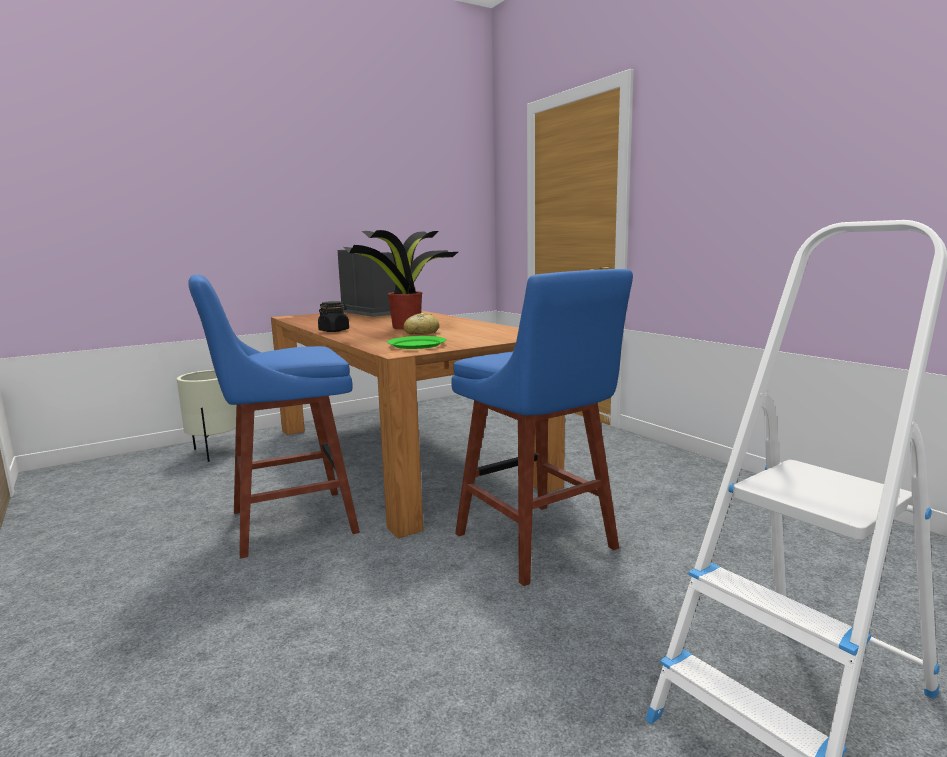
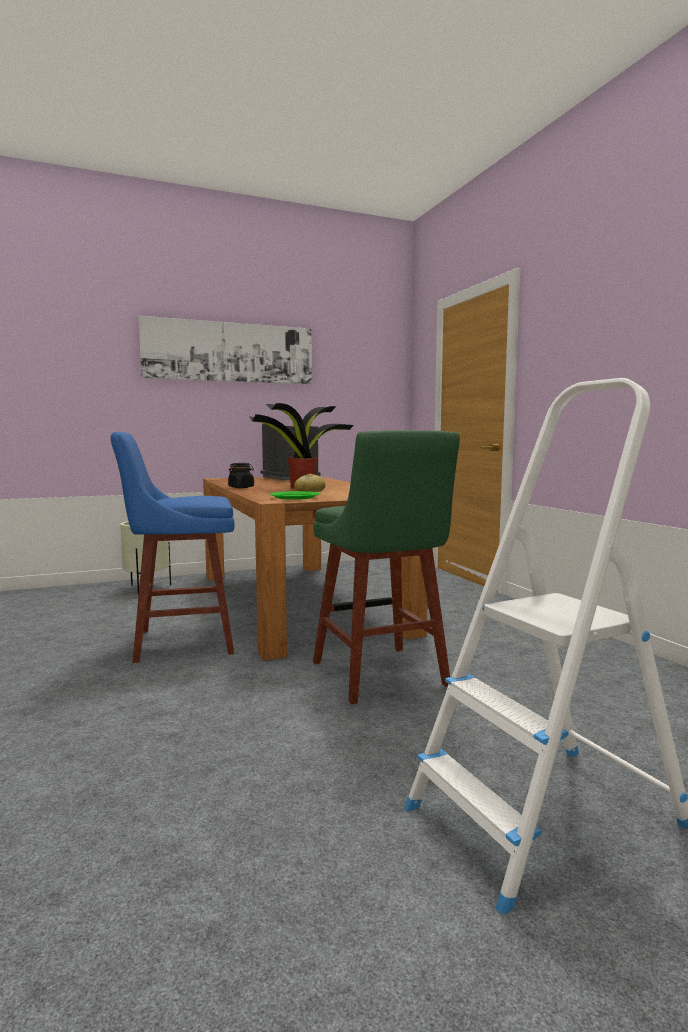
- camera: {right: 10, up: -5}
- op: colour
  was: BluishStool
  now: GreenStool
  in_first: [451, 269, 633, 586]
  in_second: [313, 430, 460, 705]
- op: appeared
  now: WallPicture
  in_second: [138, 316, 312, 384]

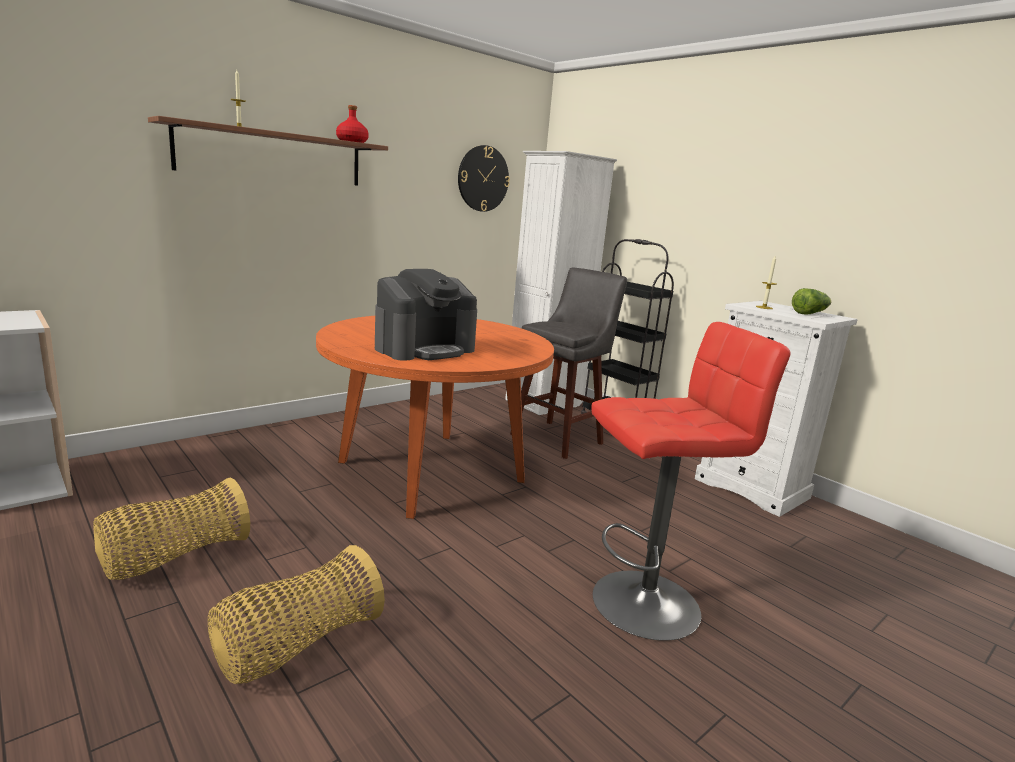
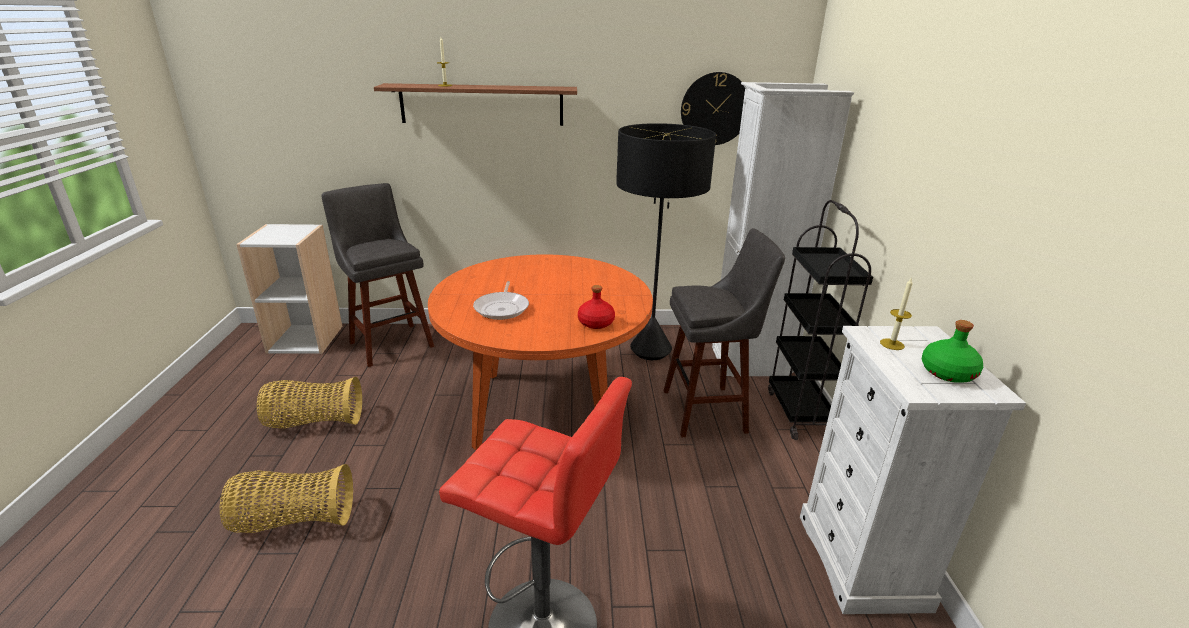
- camera: {right: 40, up: 10}
- op: relocated
  was: RedColouredBottle
  in_first: [336, 105, 369, 143]
  in_second: [578, 285, 615, 329]
- op: exchanged
  was: CoffeeBrewer
  now: Skillet
  in_first: [375, 269, 477, 361]
  in_second: [473, 281, 529, 320]
- op: exchanged
  was: Lettuce
  now: GreenBottle
  in_first: [792, 288, 832, 315]
  in_second: [922, 320, 983, 383]
- op: appeared
  now: GrayStool
  in_second: [322, 183, 434, 367]
- op: appeared
  now: BlackishFloorLamp
  in_second: [616, 123, 716, 360]

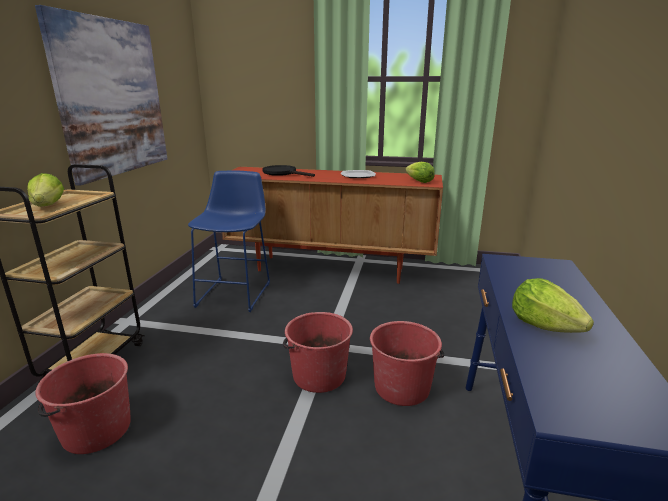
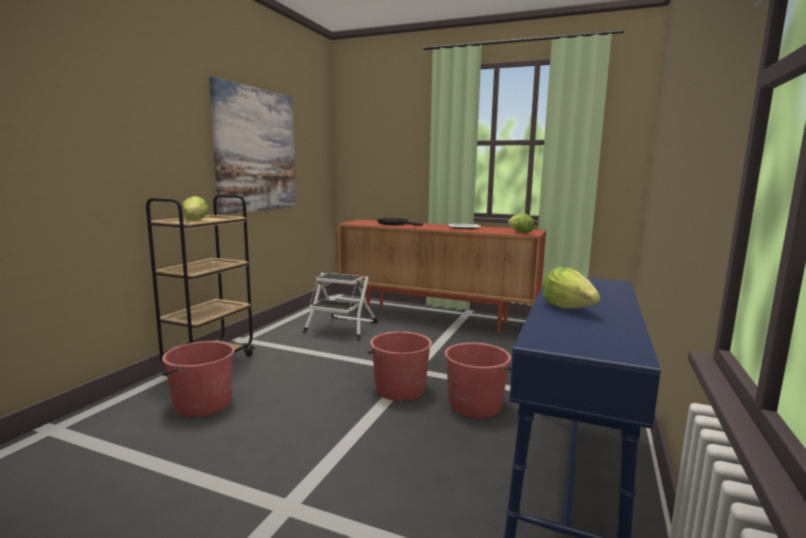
- camera: {right: 10, up: -10}
- op: exchanged
  was: BluishStool
  now: StepStool
  in_first: [188, 171, 270, 312]
  in_second: [302, 271, 378, 341]

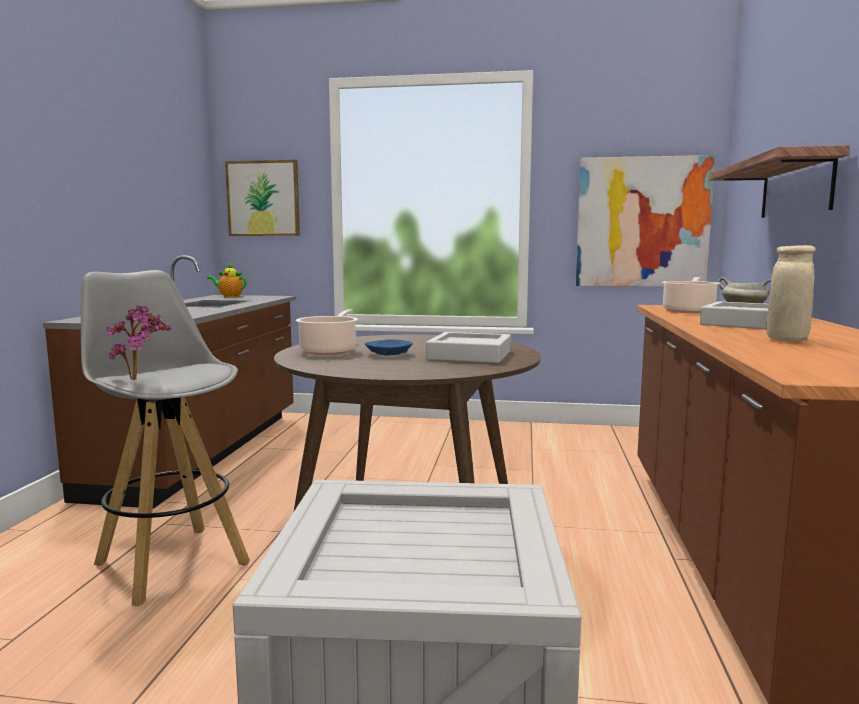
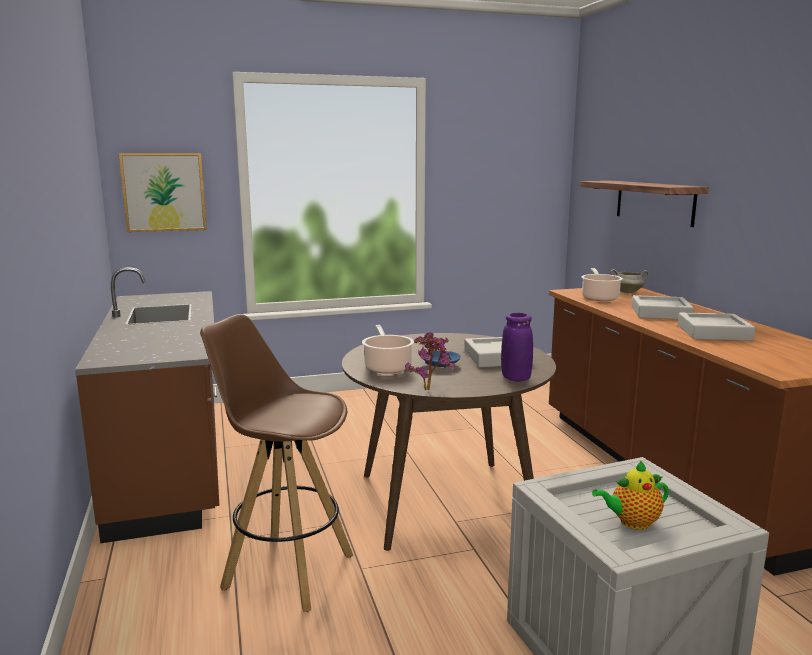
- camera: {right: -25, up: 5}
- op: colour
  was: GrayStool
  now: BrownColouredStool
  in_first: [81, 270, 250, 606]
  in_second: [200, 314, 353, 612]
- op: relocated
  was: PlantInAPot
  in_first: [106, 306, 171, 379]
  in_second: [404, 332, 455, 390]
- op: relocated
  was: PotForTea
  in_first: [207, 263, 246, 298]
  in_second: [592, 461, 669, 530]
- op: missing
  was: WallPicture
  in_first: [576, 155, 716, 287]
- op: exchanged
  was: BeigeColouredFlowerVase
  now: GrayCarryingTray
  in_first: [766, 245, 816, 341]
  in_second: [678, 312, 755, 341]
- op: appeared
  now: PurplishFlowerVase
  in_second: [501, 313, 533, 381]

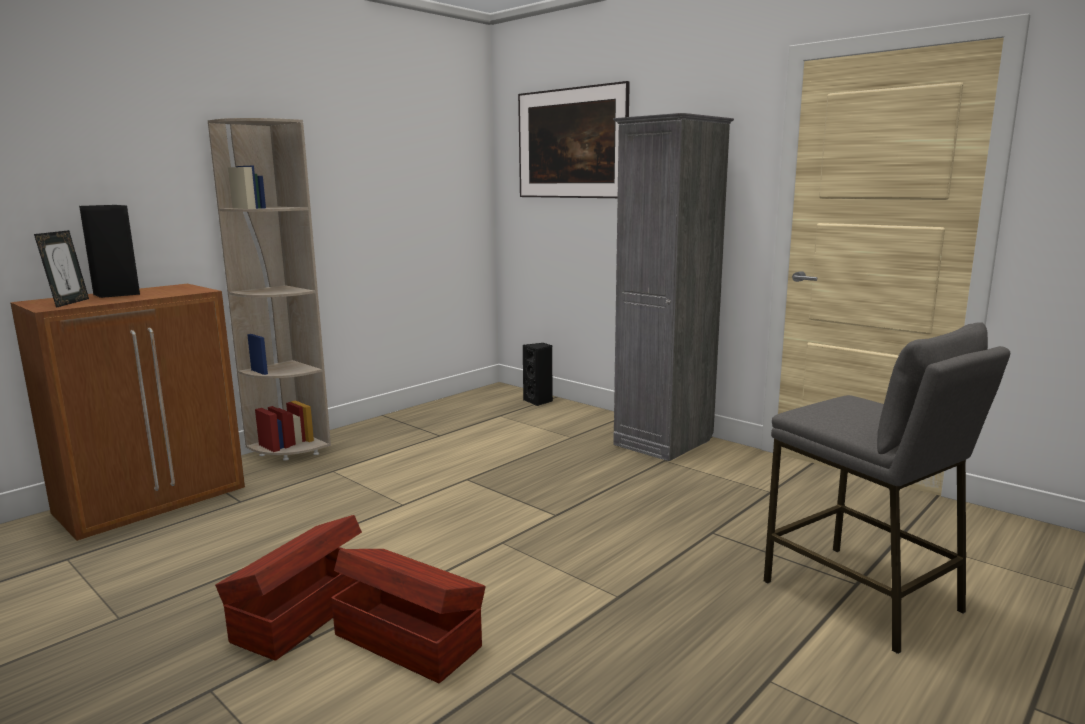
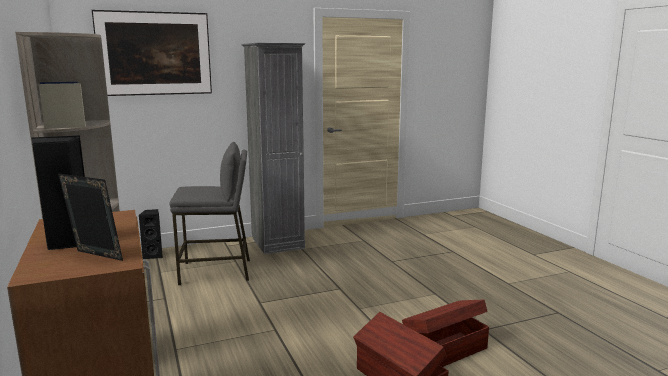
- camera: {right: -65, up: 0}
- op: relocated
  was: GrayStool
  in_first: [764, 322, 1010, 654]
  in_second: [169, 142, 250, 285]

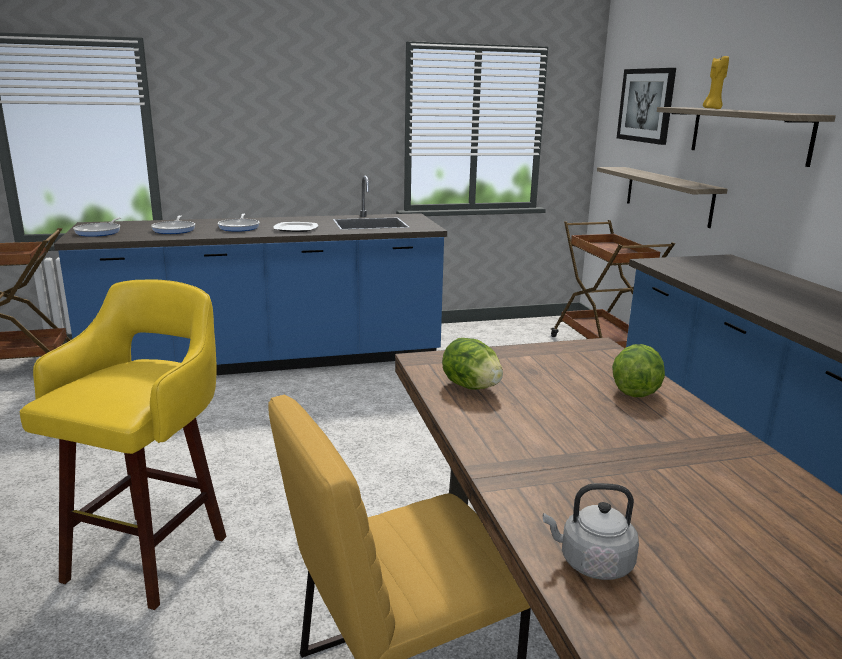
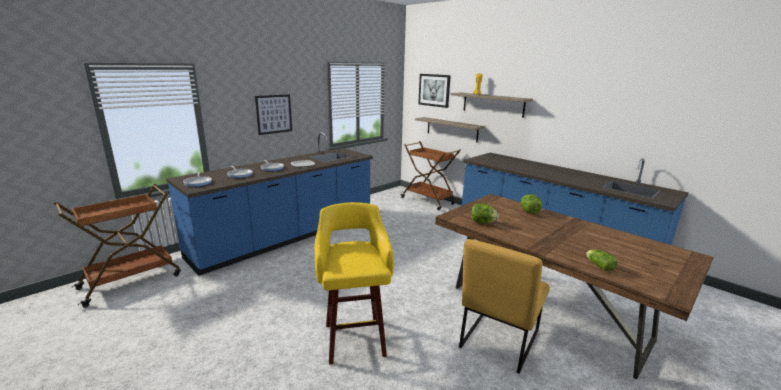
- camera: {right: -30, up: 0}
- op: exchanged
  was: GrayWaterKettle
  now: Lettuce
  in_first: [543, 483, 639, 580]
  in_second: [586, 250, 617, 271]
- op: appeared
  now: WallPicture
  in_second: [255, 94, 292, 135]

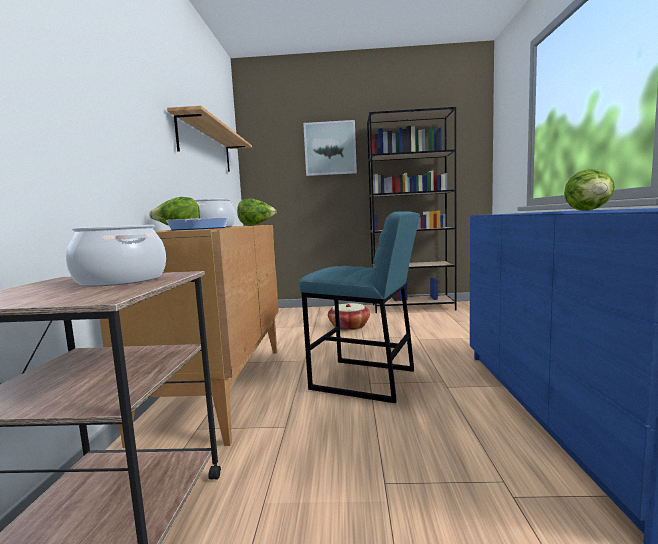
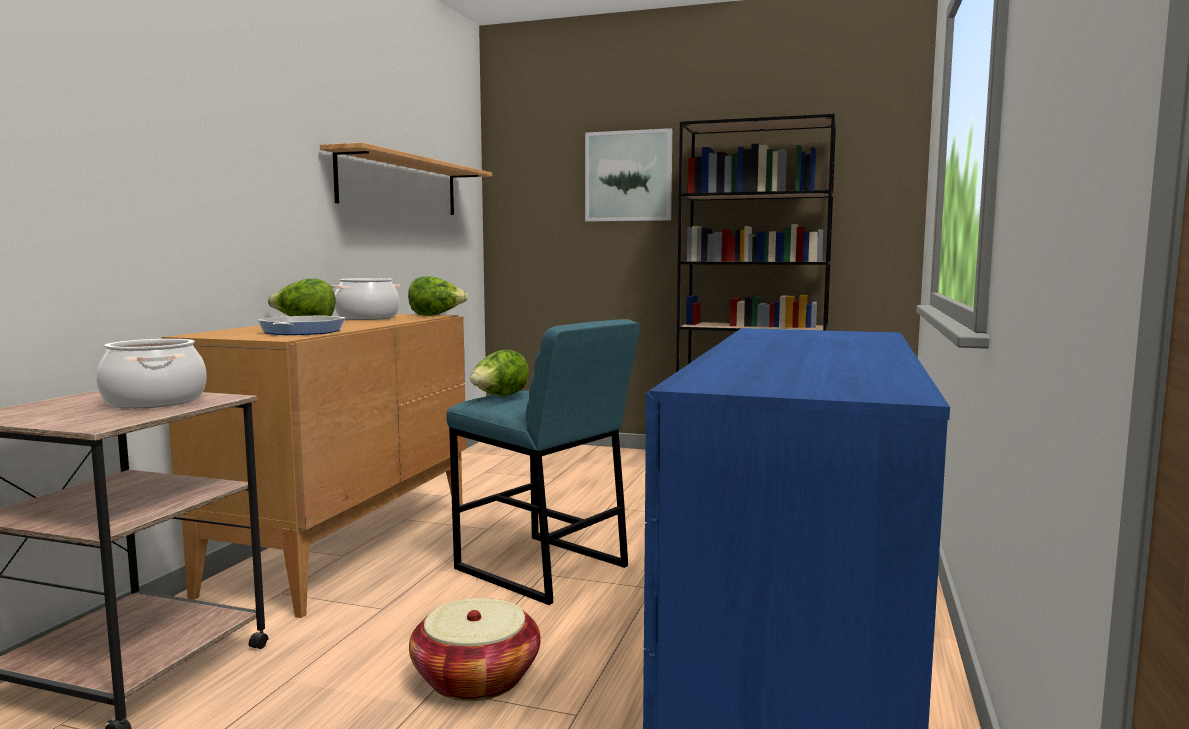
- camera: {right: 15, up: 0}
- op: relocated
  was: Basket
  in_first: [328, 303, 370, 331]
  in_second: [409, 598, 541, 701]
- op: relocated
  was: Lettuce
  in_first: [564, 169, 615, 211]
  in_second: [470, 350, 529, 396]

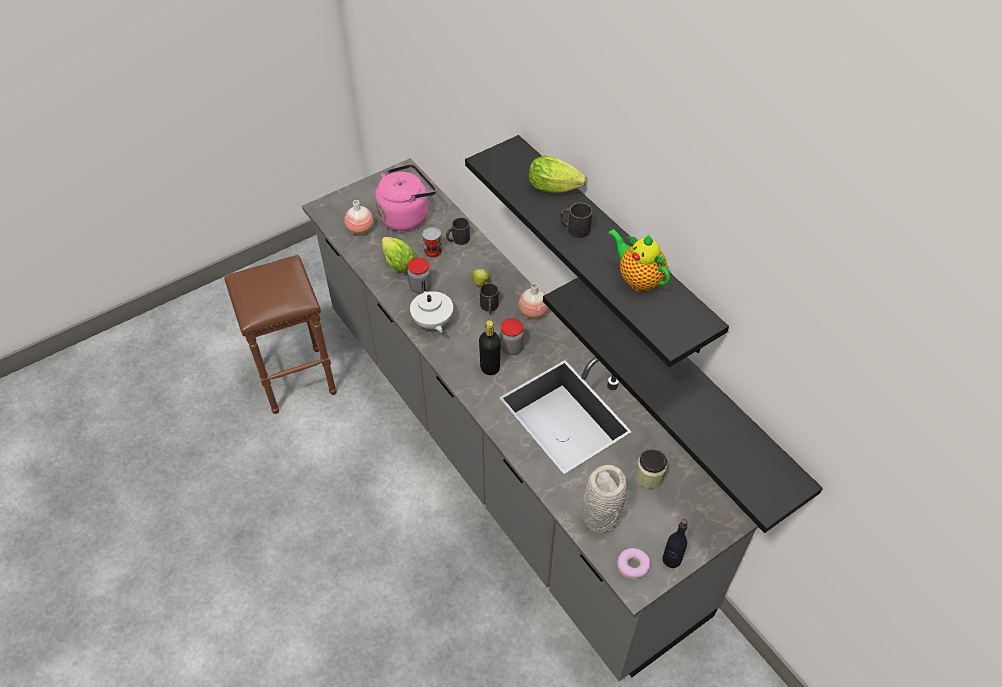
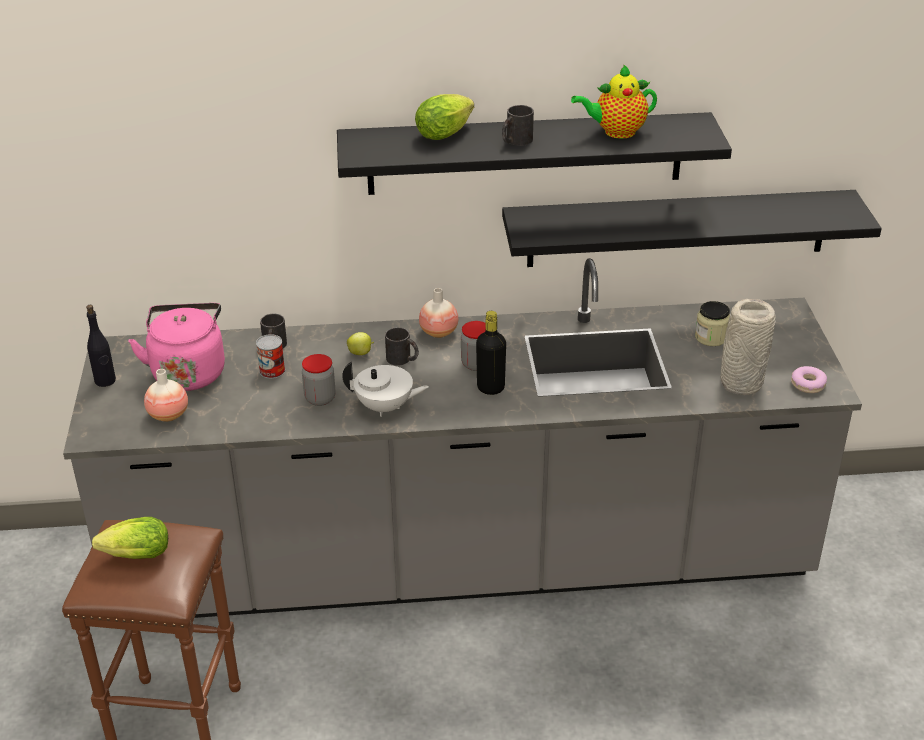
- camera: {right: -60, up: -15}
- op: relocated
  was: Lettuce
  in_first: [382, 237, 416, 273]
  in_second: [92, 517, 168, 559]
- op: relocated
  was: BlackishBottle
  in_first: [662, 519, 687, 568]
  in_second: [86, 305, 116, 387]

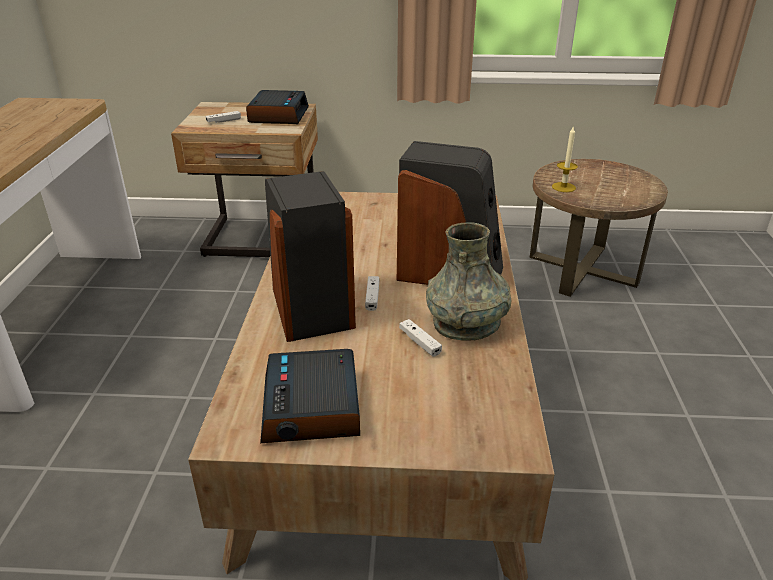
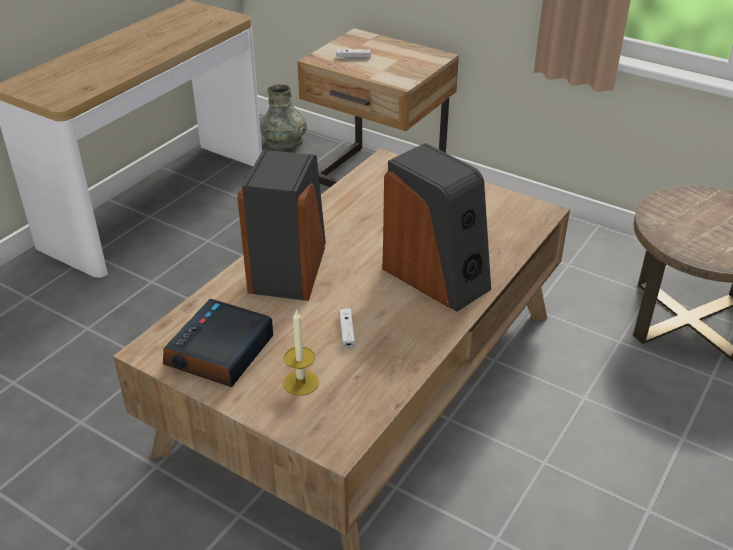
- camera: {right: 30, up: 5}
- op: missing
  was: TableClock
  in_first: [246, 90, 309, 124]
- op: missing
  was: WhiteGamepad
  in_first: [365, 276, 379, 311]
- op: relocated
  was: GrayFlowerVase
  in_first: [426, 222, 512, 341]
  in_second: [260, 84, 307, 149]
- op: relocated
  was: WaxLight
  in_first: [552, 126, 578, 192]
  in_second: [283, 309, 319, 396]

